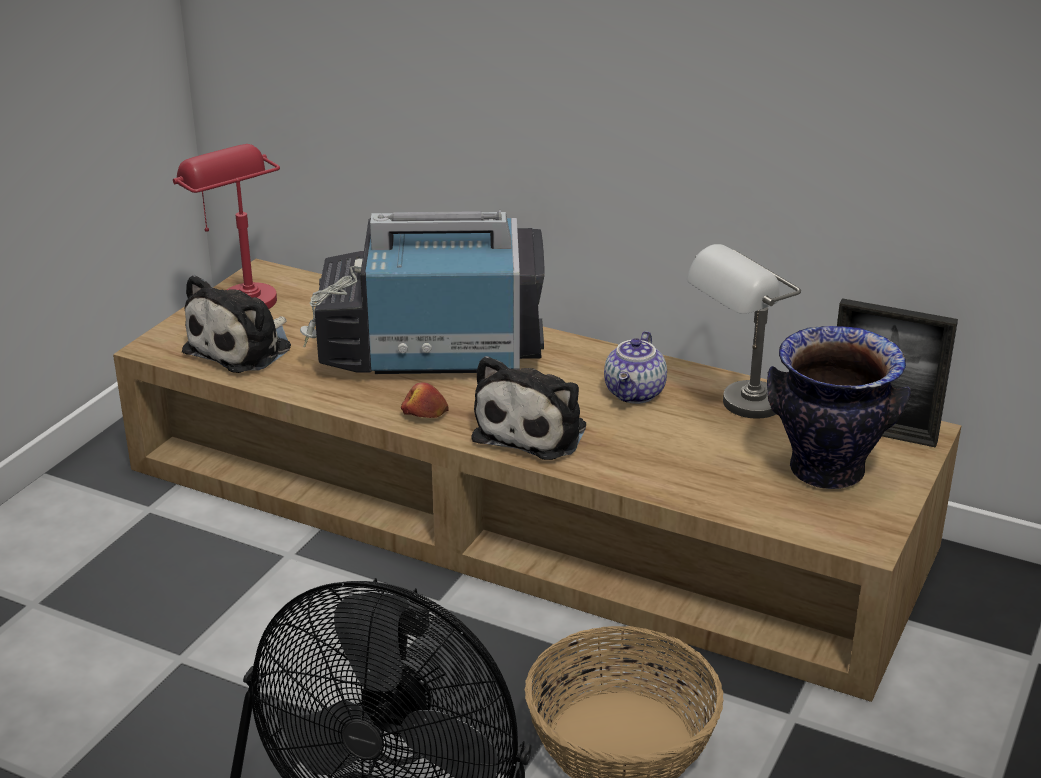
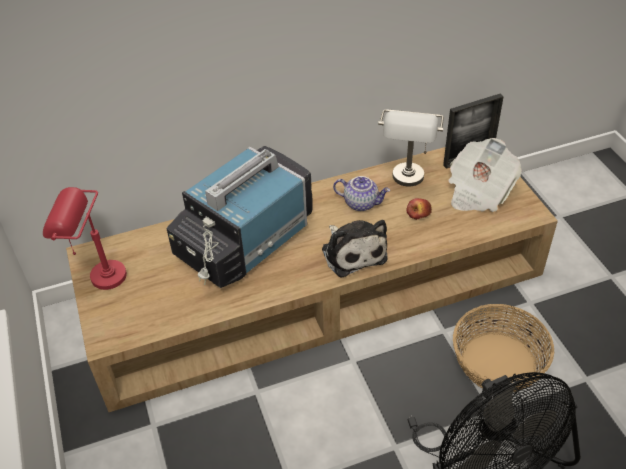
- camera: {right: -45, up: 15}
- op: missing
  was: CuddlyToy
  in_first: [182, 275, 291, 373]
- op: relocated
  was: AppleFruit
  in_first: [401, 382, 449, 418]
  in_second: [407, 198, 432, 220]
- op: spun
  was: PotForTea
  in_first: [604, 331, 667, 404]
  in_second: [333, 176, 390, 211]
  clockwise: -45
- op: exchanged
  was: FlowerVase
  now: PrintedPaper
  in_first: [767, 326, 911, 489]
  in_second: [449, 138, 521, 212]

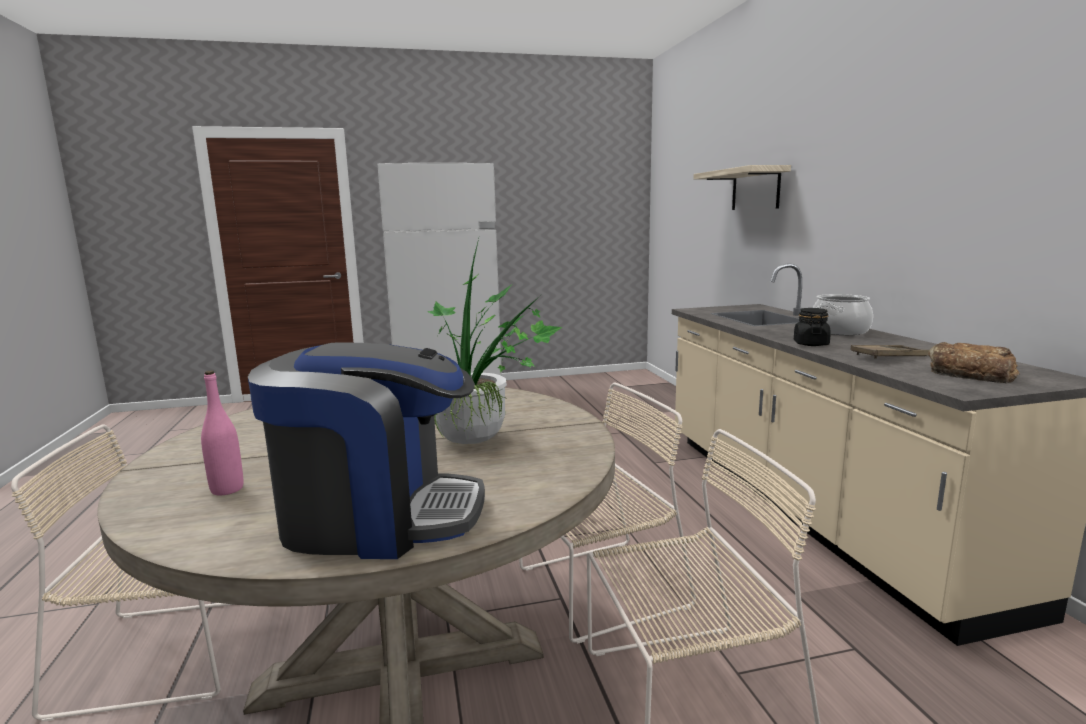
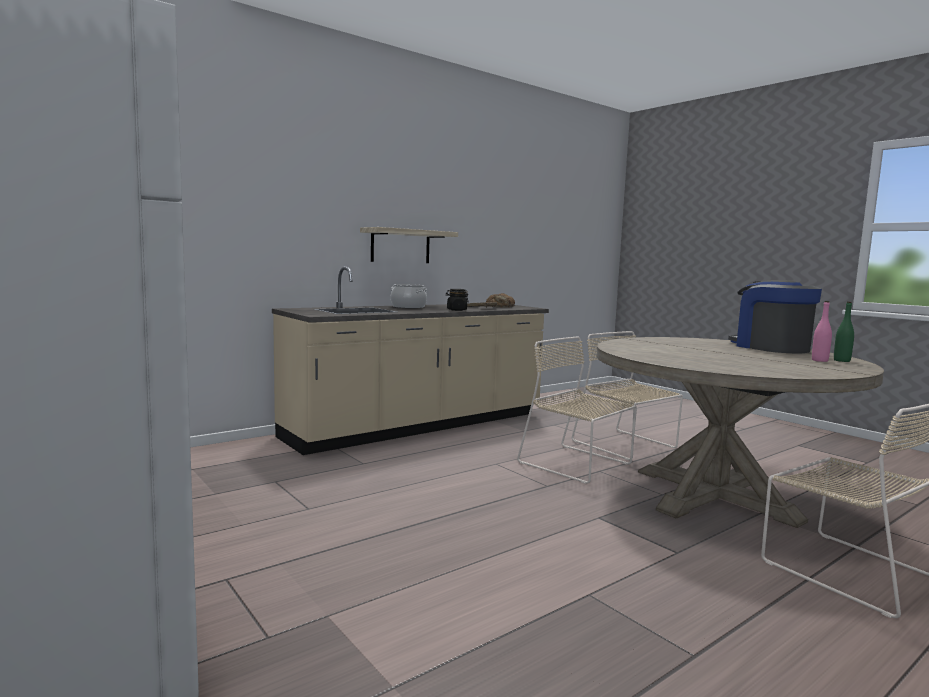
- camera: {right: -115, up: -5}
- op: missing
  was: PlantInAPot
  in_first: [427, 239, 563, 444]
- op: relocated
  was: BracketShelf
  in_first: [693, 165, 791, 210]
  in_second: [360, 227, 458, 263]
- op: appeared
  now: GreenBottle
  in_second: [834, 302, 854, 362]

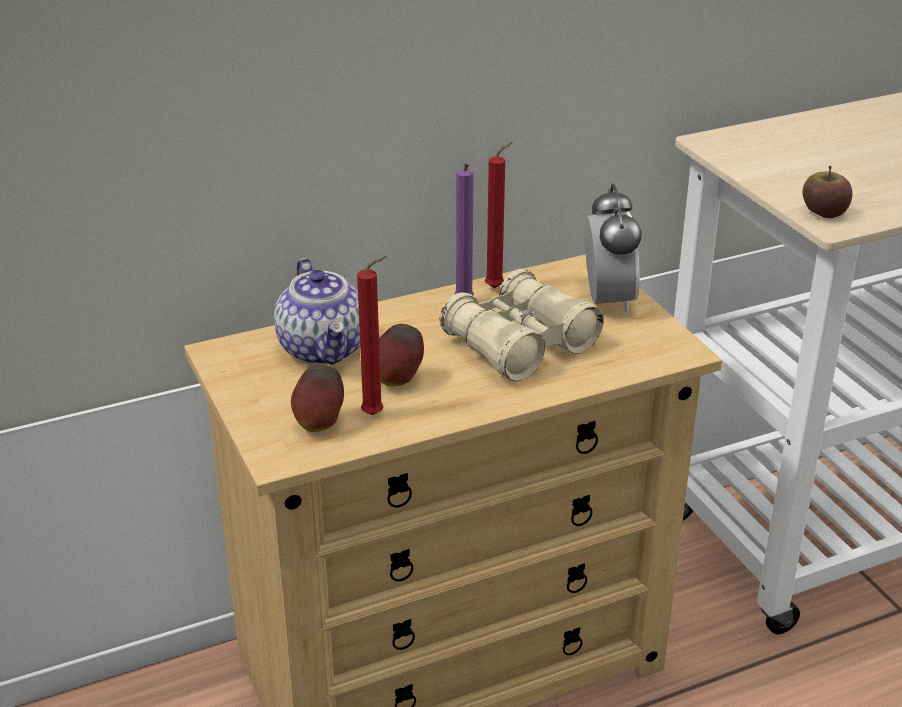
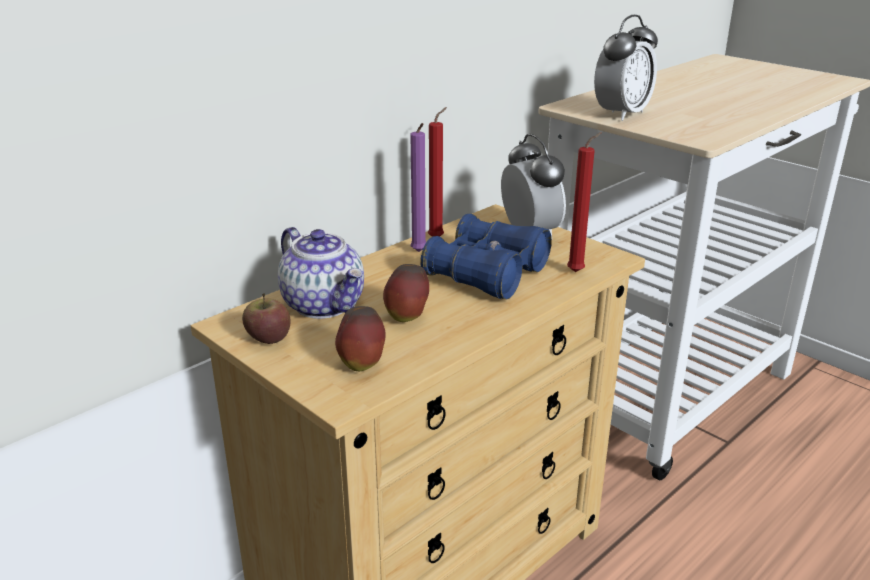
- camera: {right: -20, up: -5}
- op: relocated
  was: RedColouredWaxLight
  in_first: [357, 256, 387, 415]
  in_second: [567, 132, 602, 272]
- op: colour
  was: BeigeColouredPairOfBinoculars
  now: BluishPairOfBinoculars
  in_first: [439, 269, 604, 381]
  in_second: [420, 214, 552, 300]
- op: relocated
  was: AppleFruit
  in_first: [803, 166, 852, 218]
  in_second: [242, 293, 290, 344]
- op: appeared
  now: TableClock
  in_second: [594, 15, 658, 121]

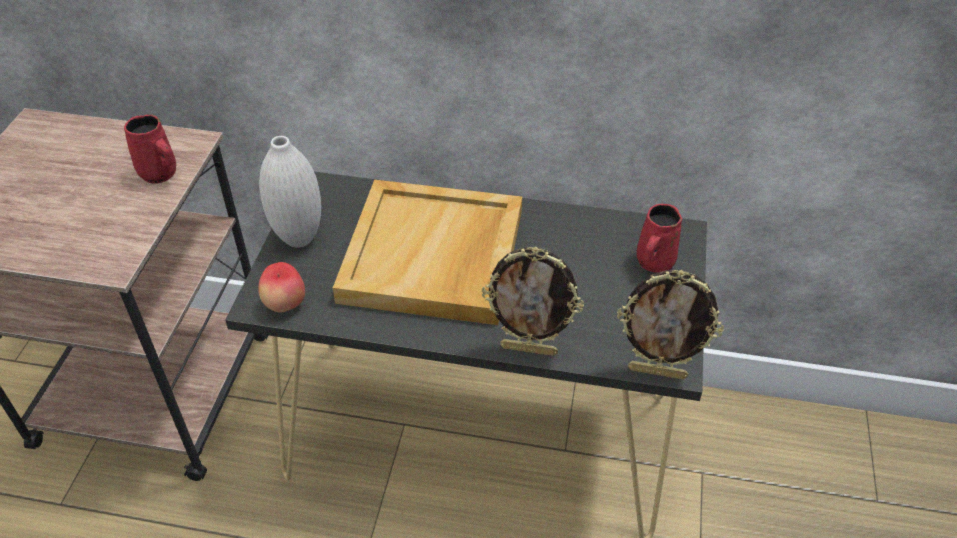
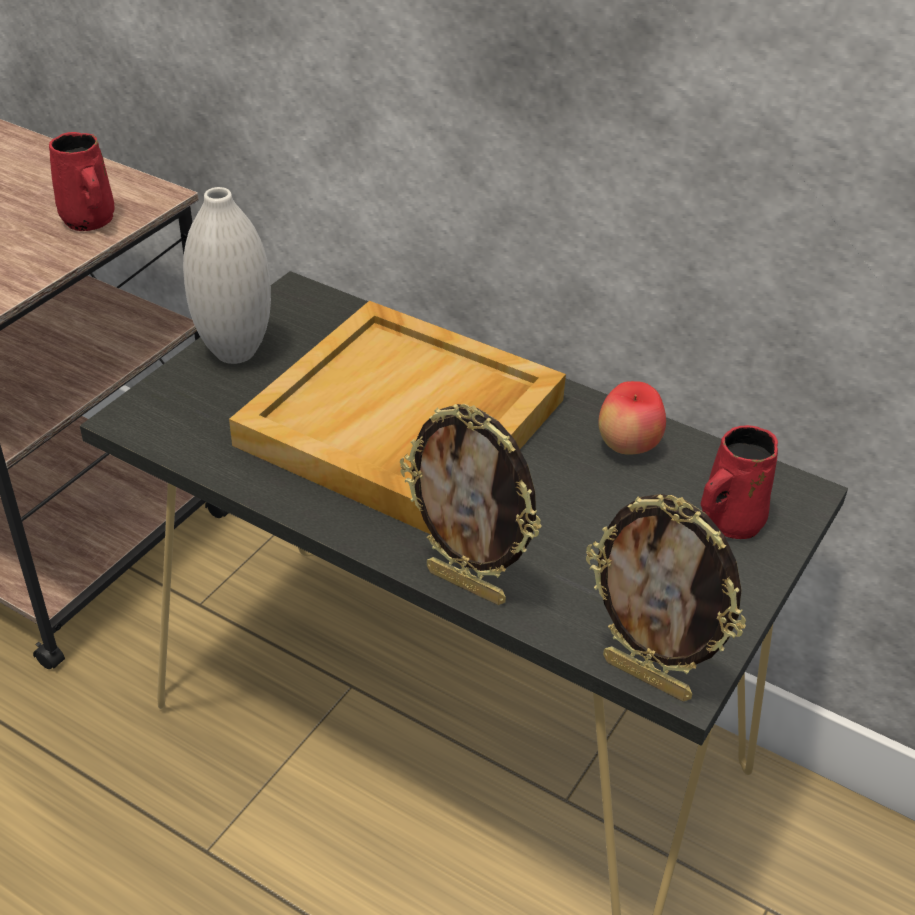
- camera: {right: 20, up: -5}
- op: relocated
  was: AppleFruit
  in_first: [258, 262, 305, 313]
  in_second: [598, 381, 666, 455]

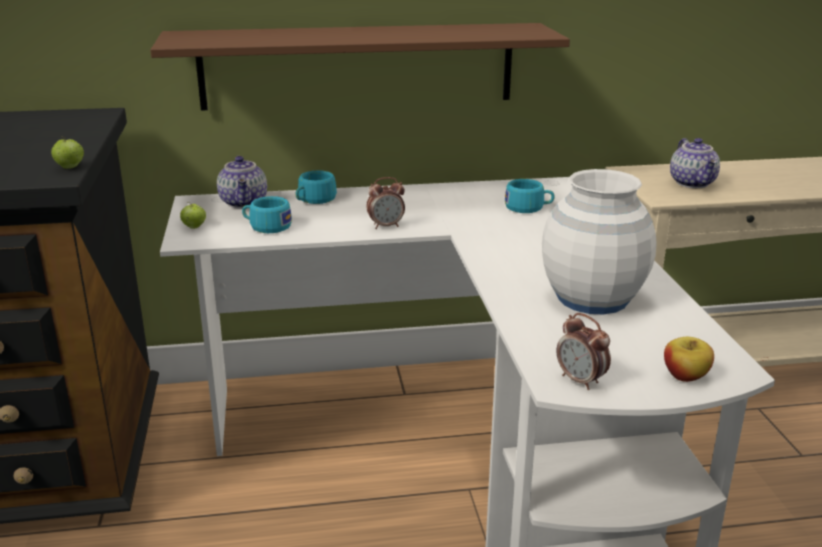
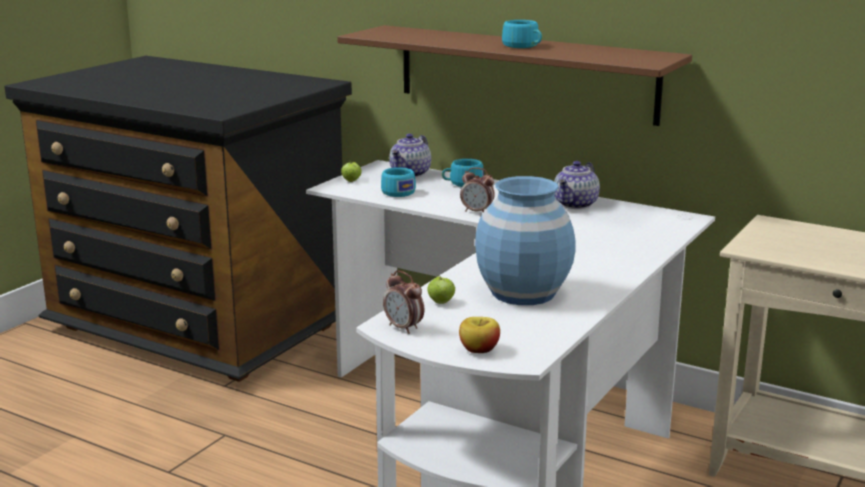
- camera: {right: 40, up: -5}
- op: relocated
  was: AppleFruit
  in_first: [51, 136, 84, 169]
  in_second: [428, 275, 455, 304]
- op: relocated
  was: TurquoiseColouredSmallCup
  in_first: [505, 179, 555, 213]
  in_second: [502, 20, 542, 48]
- op: colour
  was: WhiteFlowerVase
  now: BluishFlowerVase
  in_first: [542, 169, 657, 314]
  in_second: [475, 176, 575, 305]
- op: spun
  was: TableClock
  in_first: [556, 313, 611, 390]
  in_second: [383, 270, 424, 334]
  clockwise: -45
- op: relocated
  was: PotForTea
  in_first: [670, 138, 720, 188]
  in_second: [554, 161, 600, 209]

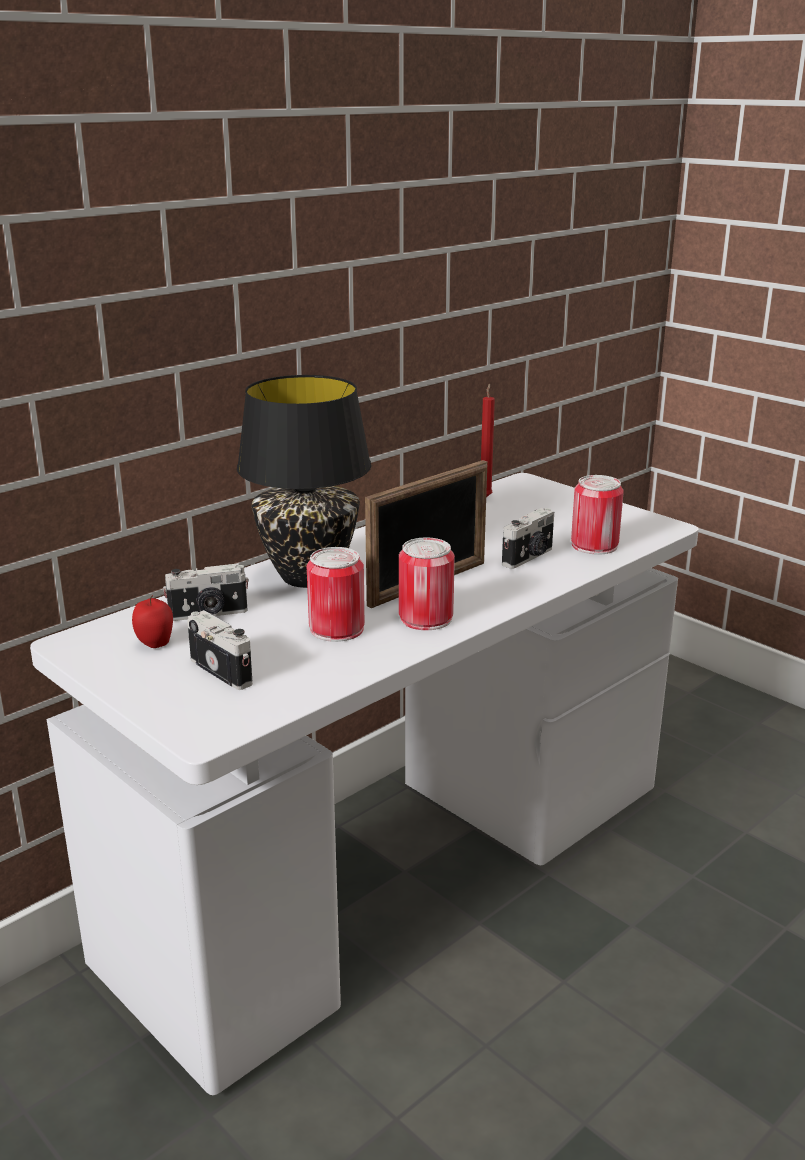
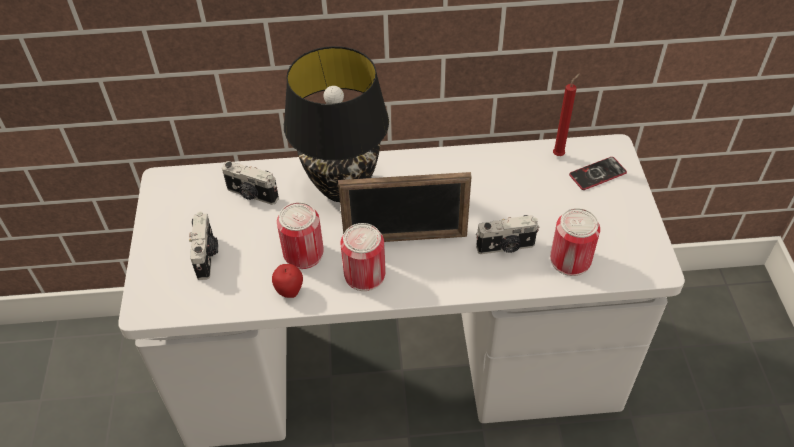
- camera: {right: 40, up: 25}
- op: relocated
  was: AppleFruit
  in_first: [132, 595, 173, 648]
  in_second: [272, 264, 303, 298]
- op: appeared
  now: Telephone
  in_second: [569, 157, 627, 190]

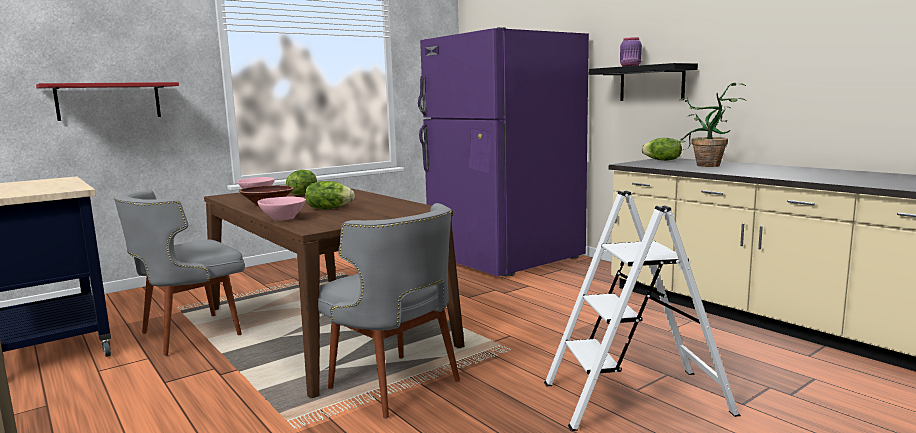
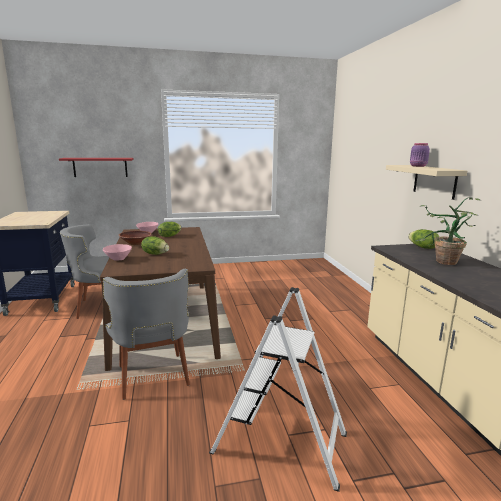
- camera: {right: 25, up: 5}
- op: missing
  was: PurplishRefrigerator
  in_first: [418, 27, 589, 276]
- op: colour
  was: BlackishBracketShelf
  now: BeigeColouredBracketShelf
  in_first: [589, 63, 698, 101]
  in_second: [386, 165, 467, 200]

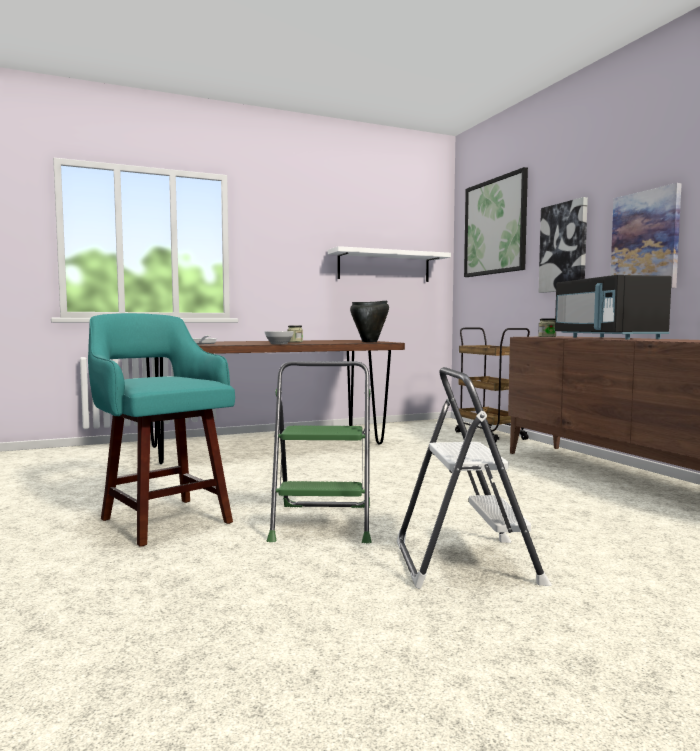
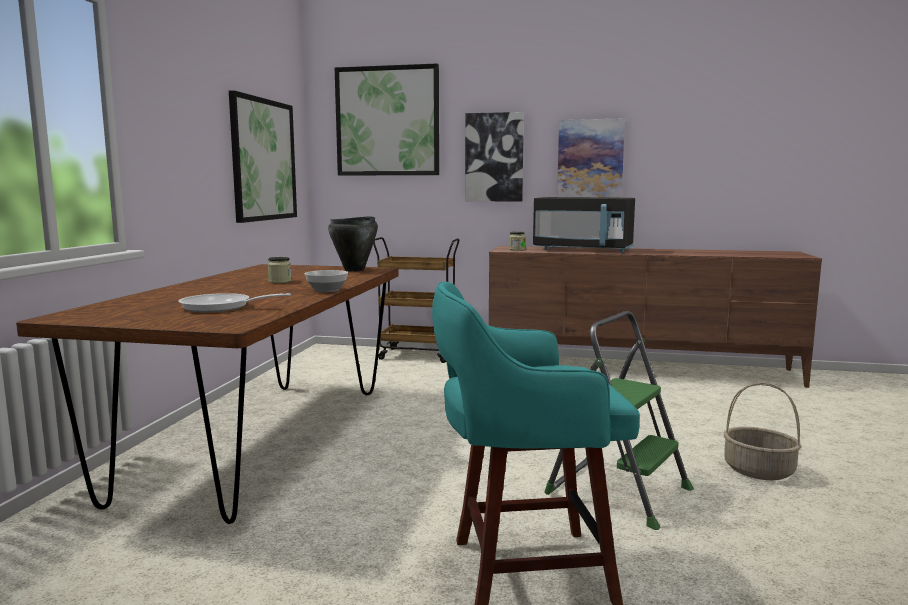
- camera: {right: -55, up: 5}
- op: exchanged
  was: WhiteBracketShelf
  now: WallPicture
  in_first: [328, 246, 451, 282]
  in_second: [229, 90, 297, 223]
- op: exchanged
  was: WhiteStepStool
  now: Basket
  in_first: [397, 367, 551, 589]
  in_second: [723, 383, 802, 480]

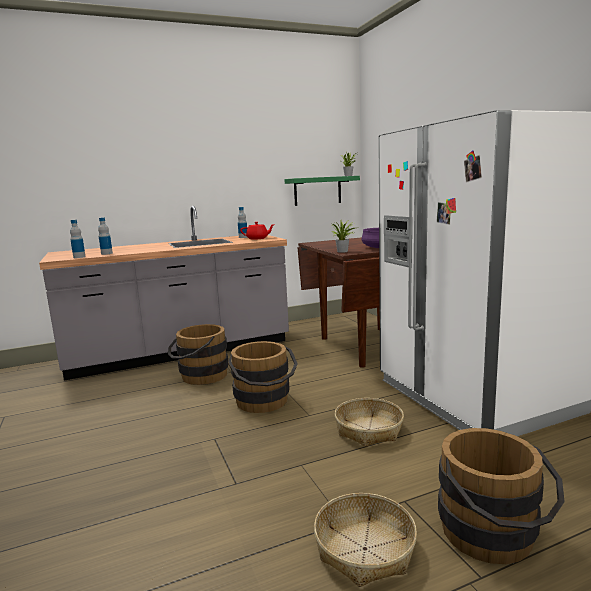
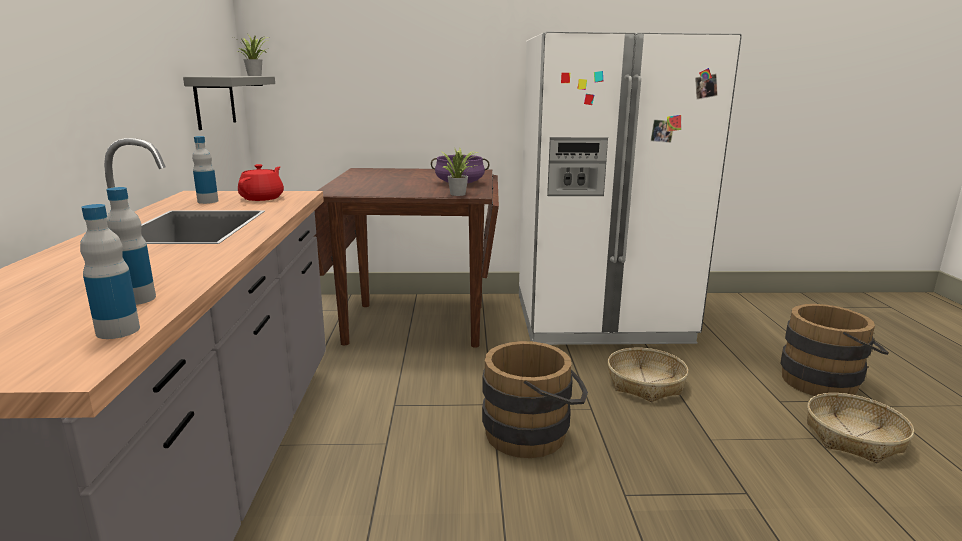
- camera: {right: -70, up: 5}
- op: missing
  was: BrownColouredBucket
  in_first: [168, 324, 228, 385]
- op: colour
  was: GreenBracketShelf
  now: GrayBracketShelf
  in_first: [285, 176, 360, 206]
  in_second: [183, 76, 275, 130]

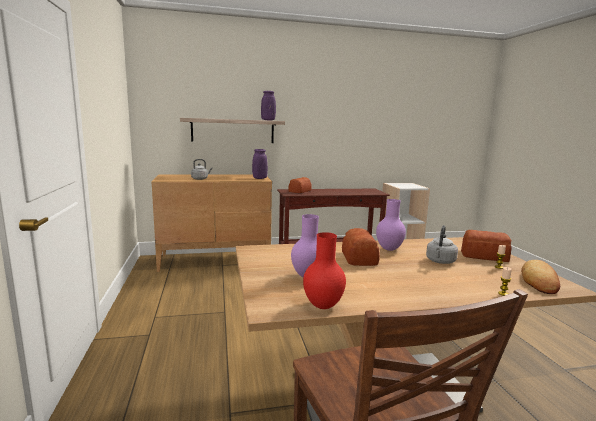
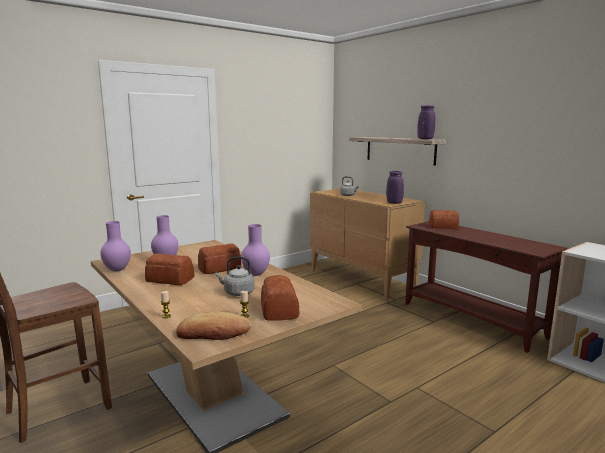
- camera: {right: 65, up: 0}
- op: colour
  was: RedColouredFlowerVase
  now: PurplishFlowerVase
  in_first: [303, 232, 346, 309]
  in_second: [100, 221, 131, 271]
- op: appeared
  now: Bread
  in_second: [145, 253, 195, 285]

